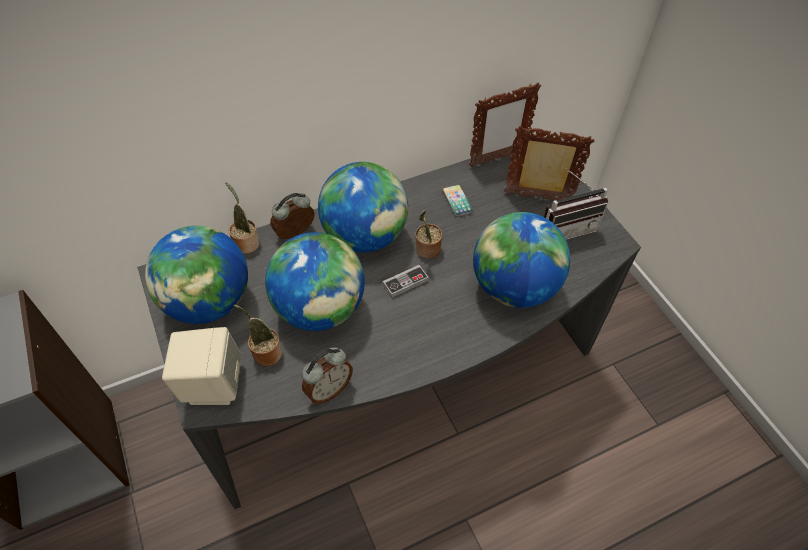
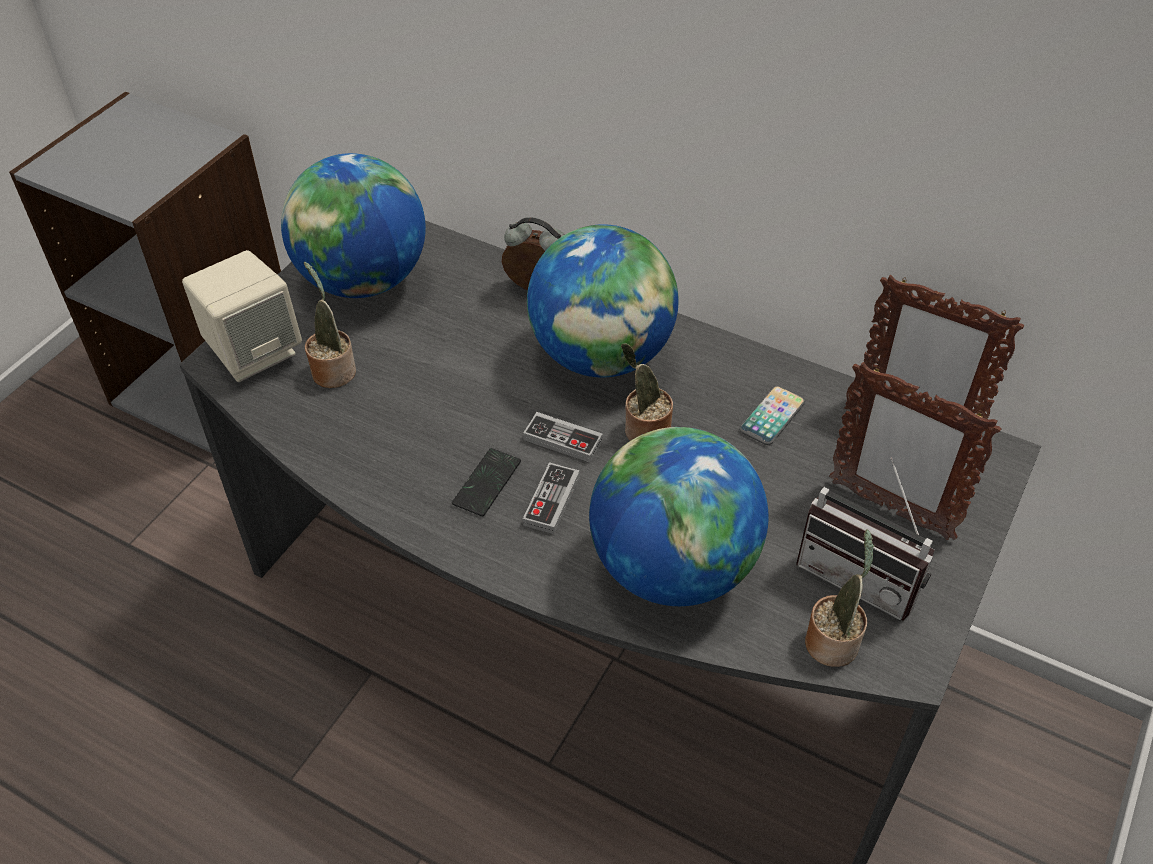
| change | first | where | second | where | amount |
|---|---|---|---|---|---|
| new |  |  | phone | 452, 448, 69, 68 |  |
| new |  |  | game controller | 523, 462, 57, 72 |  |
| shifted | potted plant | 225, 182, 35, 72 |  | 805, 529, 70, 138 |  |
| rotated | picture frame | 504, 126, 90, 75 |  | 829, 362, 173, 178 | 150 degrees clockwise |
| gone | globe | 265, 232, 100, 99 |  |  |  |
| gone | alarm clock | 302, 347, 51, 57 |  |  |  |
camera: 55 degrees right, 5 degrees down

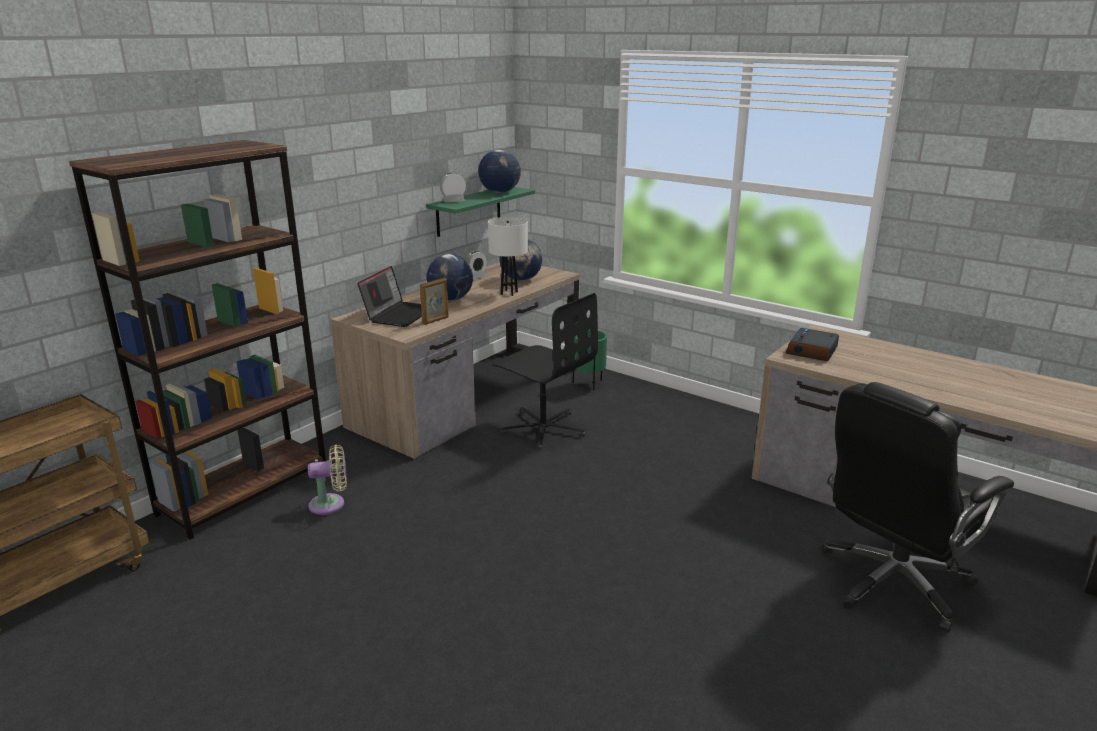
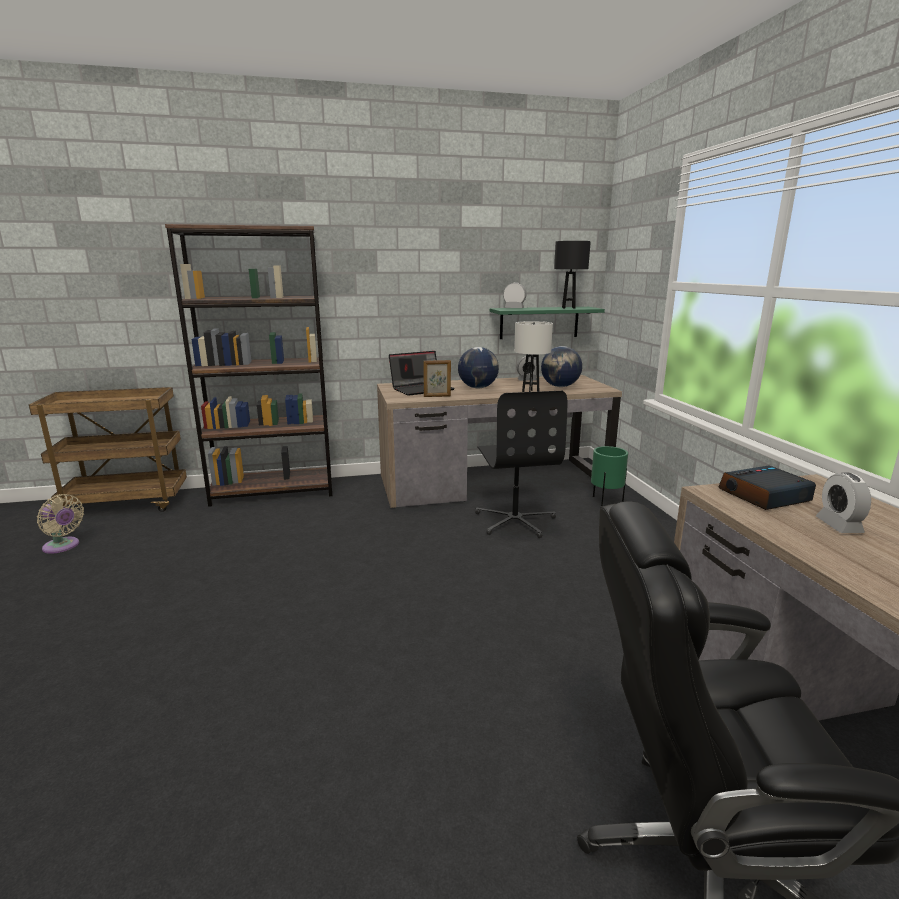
| change | first | where | second | where | amount |
|---|---|---|---|---|---|
| shifted | beige fan | 308, 445, 39, 70 |  | 37, 494, 47, 60 |  |
| swapped | globe | 478, 149, 43, 44 | black table lamp | 554, 241, 37, 68 |  |
| new |  |  | alarm clock | 816, 472, 55, 61 |  |
camera: 40 degrees right, 5 degrees down

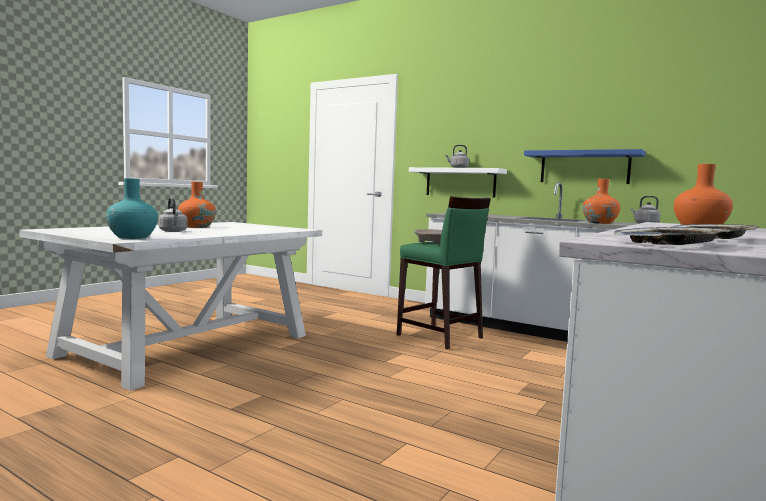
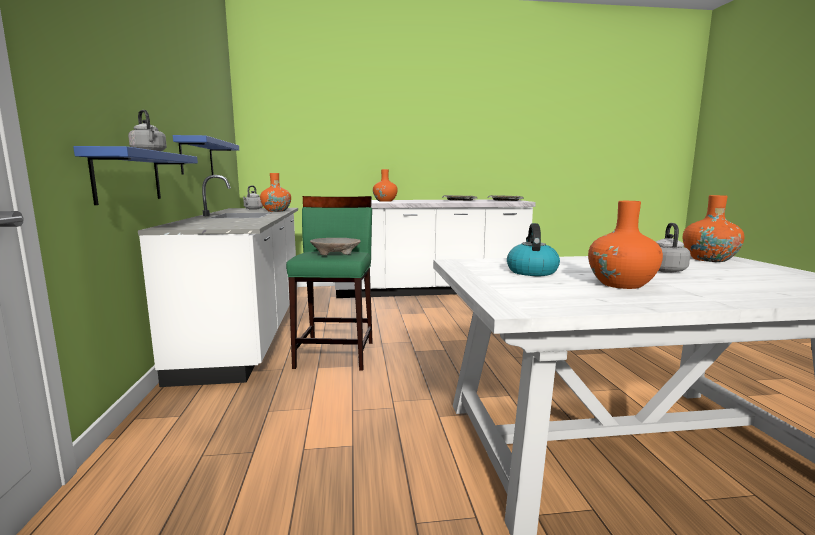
| change | first | where | second | where | amount |
|---|---|---|---|---|---|
| repainted | white shelf | 409, 167, 98, 31 | blue shelf | 73, 146, 125, 59 |  |
| new |  |  | kettle | 507, 223, 53, 53 |  |
| repainted | turquoise vase | 106, 178, 52, 61 | orange vase | 683, 195, 61, 67 |  |
camera: 130 degrees left, 5 degrees up

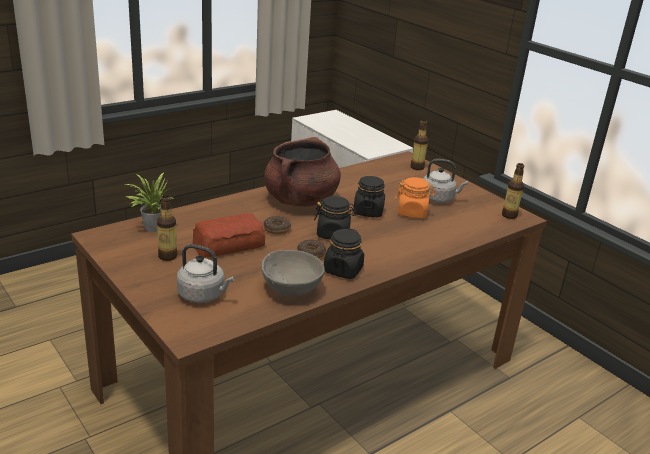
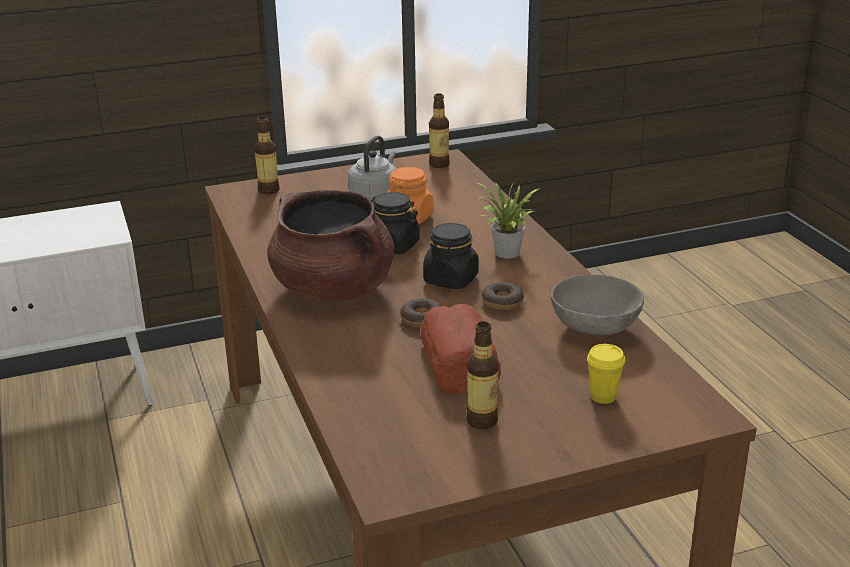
| change | first | where | second | where | amount |
|---|---|---|---|---|---|
| shifted | potted plant | 125, 172, 47, 60 |  | 478, 182, 63, 77 |  |
| swapped | grey kettle | 177, 244, 57, 59 | yellow cup | 587, 344, 38, 60 |  |
| gone | black jar | 324, 228, 40, 51 |  |  |  |
camera: 70 degrees left, 0 degrees up

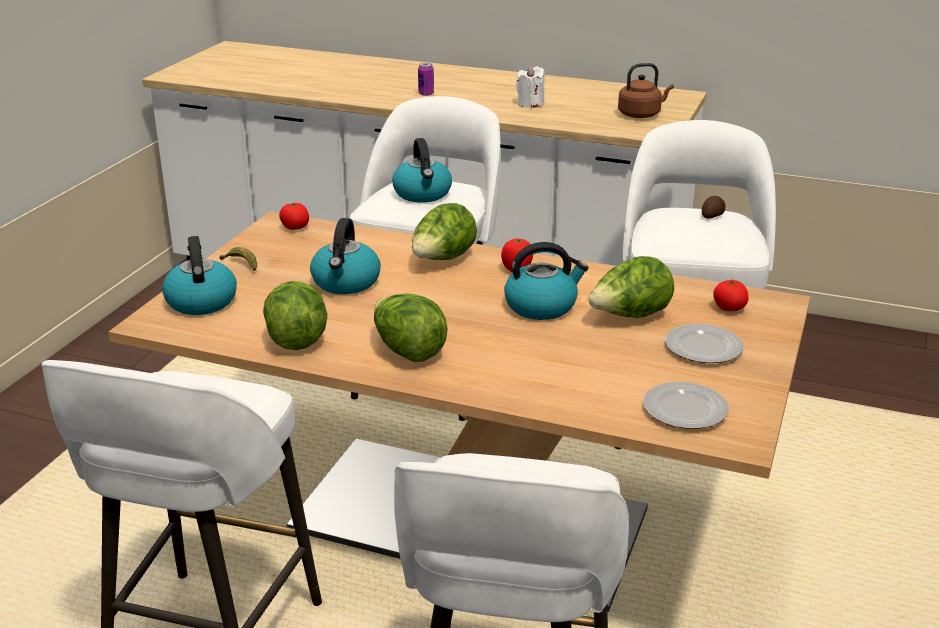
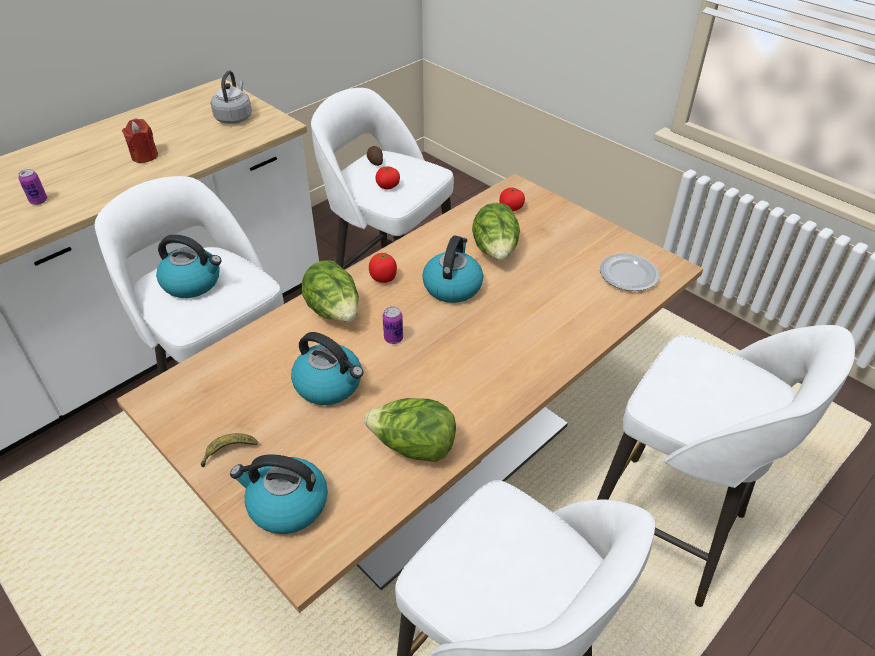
| change | first | where | second | where | amount |
|---|---|---|---|---|---|
| repainted | white candle | 516, 66, 29, 42 | red candle | 122, 119, 36, 44 |  |
| repainted | brown kettle | 618, 63, 56, 55 | grey kettle | 211, 70, 41, 54 |  |
| shifted | tomato | 279, 202, 30, 28 |  | 376, 166, 24, 23 |  |
| new |  |  | can | 383, 306, 20, 38 |  |
| gone | lettuce | 374, 293, 73, 69 |  |  |  |
| gone | plate | 665, 324, 79, 39 |  |  |  |
camera: 65 degrees left, 15 degrees up

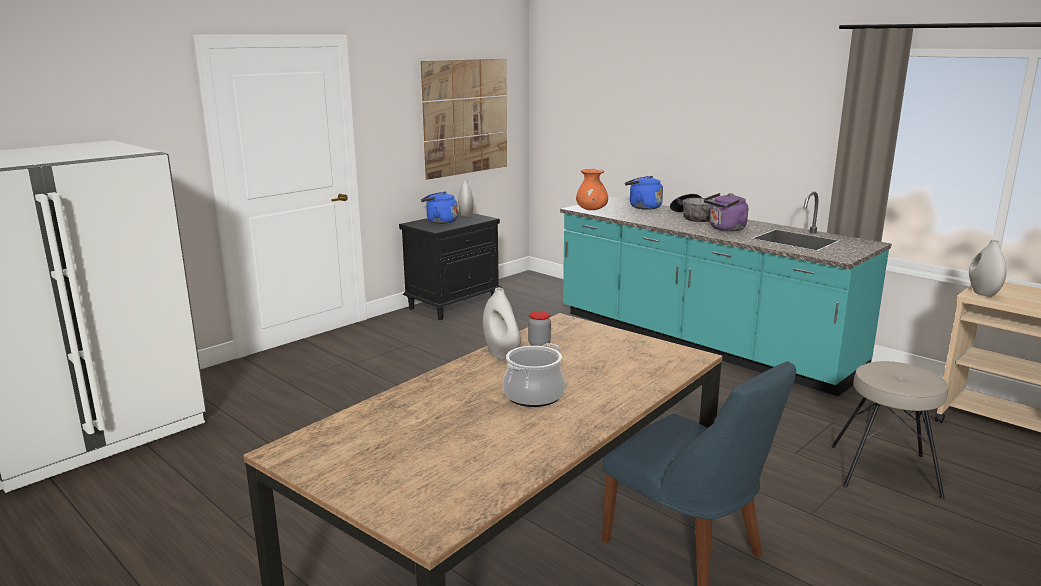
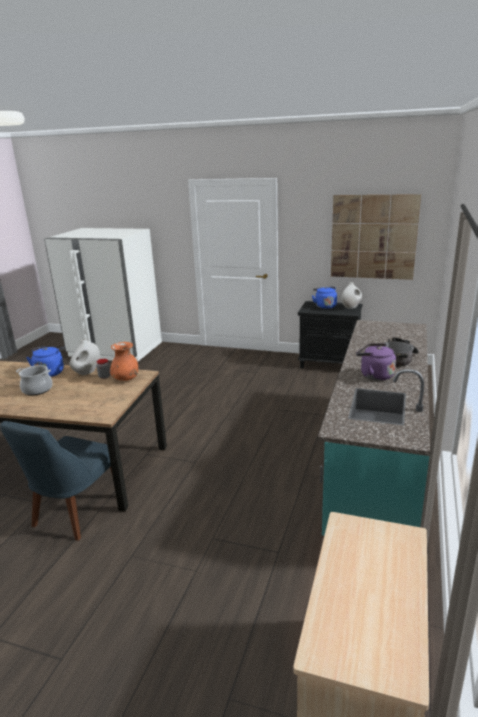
| change | first | where | second | where | amount |
|---|---|---|---|---|---|
| shifted | blue kettle | 625, 176, 38, 34 |  | 26, 346, 39, 31 |  |
| shifted | orange vase | 576, 169, 32, 41 |  | 110, 342, 28, 39 |  |
| gone | beige stool | 831, 361, 117, 138 |  |  |  |
| gone | white vase | 969, 240, 37, 57 |  |  |  |
camera: 65 degrees right, 5 degrees up

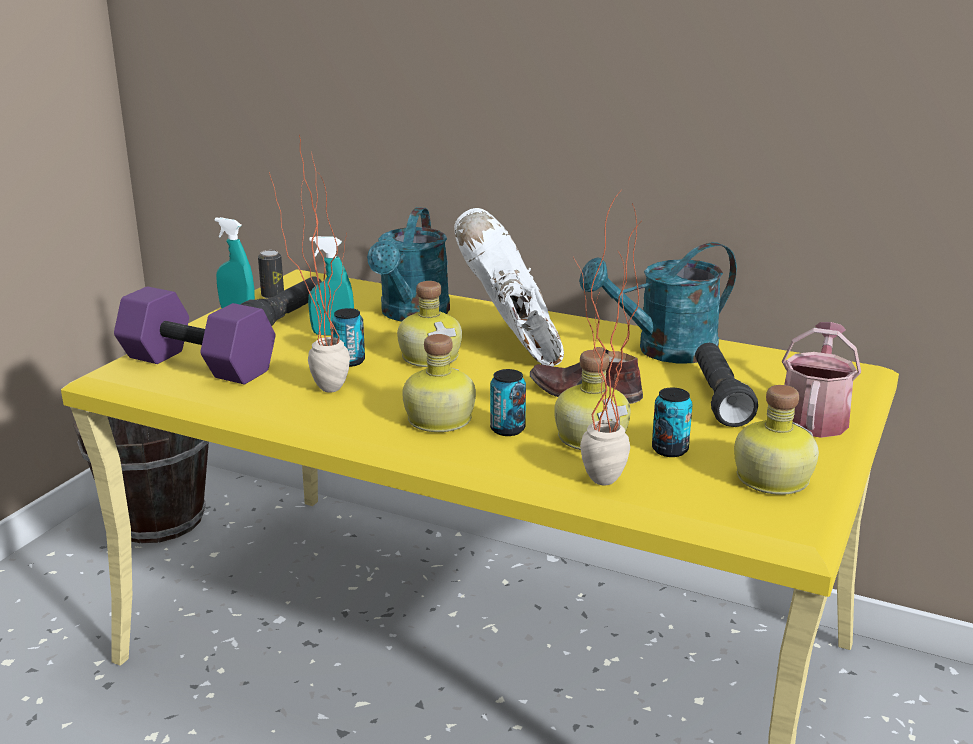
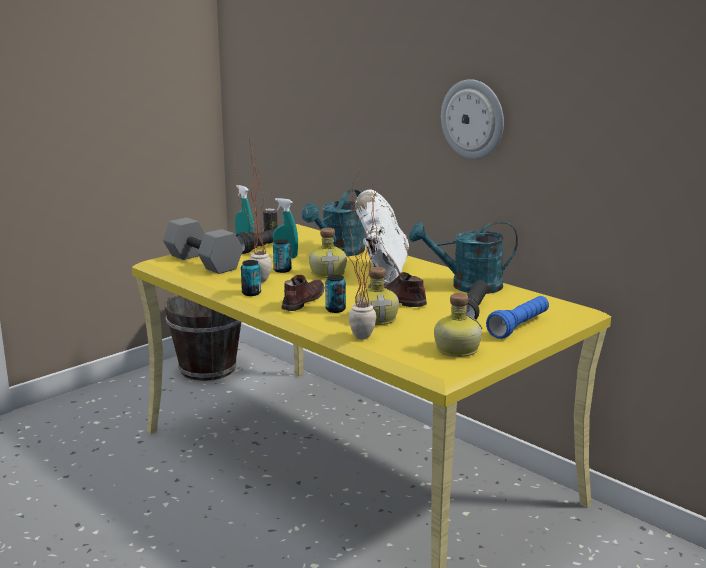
| change | first | where | second | where | amount |
|---|---|---|---|---|---|
| repainted | purple dumbbell | 114, 286, 162, 98 | grey dumbbell | 163, 218, 80, 56 |  |
| shifted | can | 652, 388, 41, 69 |  | 241, 260, 20, 36 |  |
| swapped | bottle | 402, 334, 74, 98 | brown shoe | 281, 275, 44, 36 |  |
| new |  |  | wall clock | 441, 79, 63, 80 |  |
| swapped | watering can | 782, 322, 79, 116 | blue flashlight | 486, 296, 63, 43 |  |
camera: 20 degrees right, 5 degrees down

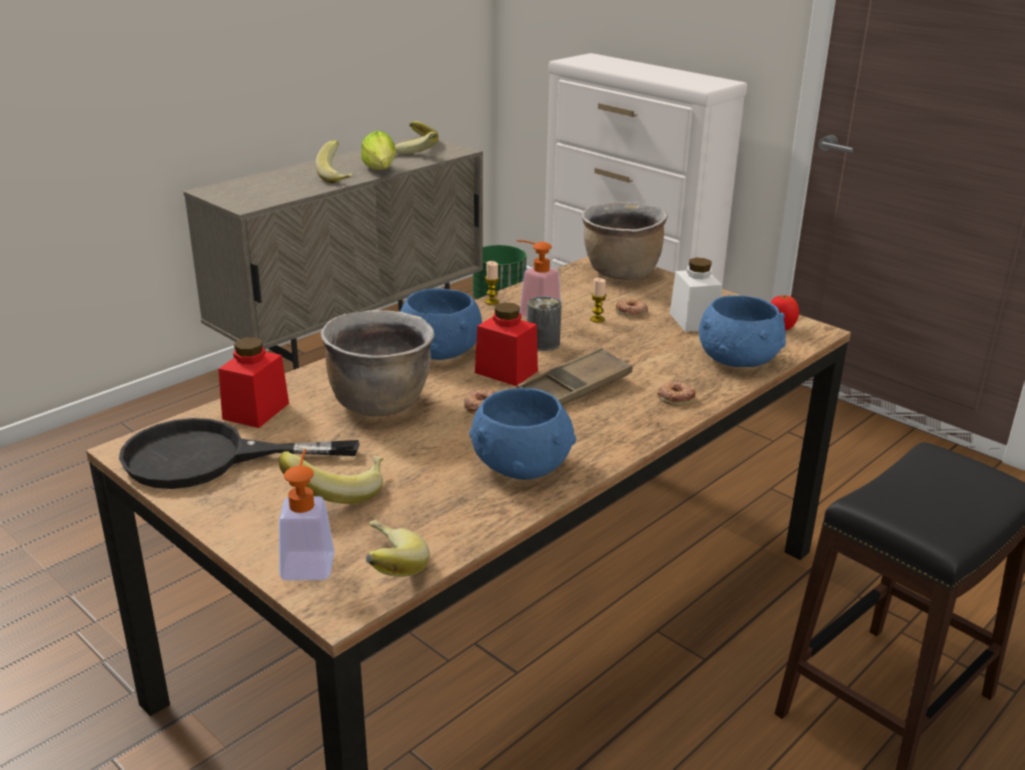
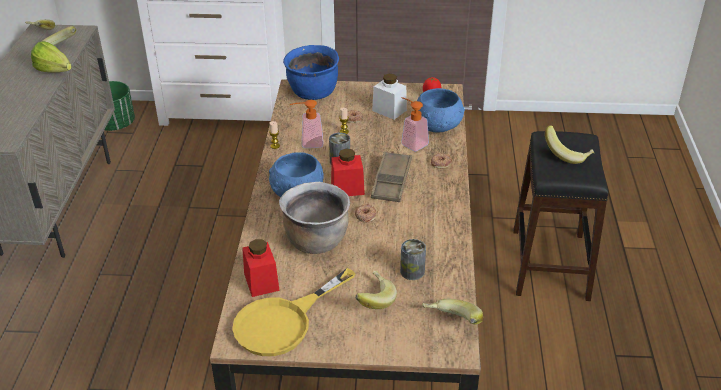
| change | first | where | second | where | amount |
|---|---|---|---|---|---|
| repainted | black frying pan | 119, 418, 241, 71 | yellow frying pan | 232, 268, 123, 88 |  |
| repainted | brown cooking pot | 581, 202, 87, 78 | blue cooking pot | 283, 45, 56, 55 |  |
| new |  |  | can | 400, 239, 26, 41 |  |
| shifted | soap dispenser | 279, 449, 55, 132 |  | 401, 97, 28, 55 |  |
| shifted | banana | 316, 140, 36, 43 |  | 545, 125, 50, 39 |  |
| gone | blue bowl | 470, 388, 106, 92 |  |  |  |
camera: 40 degrees left, 10 degrees up

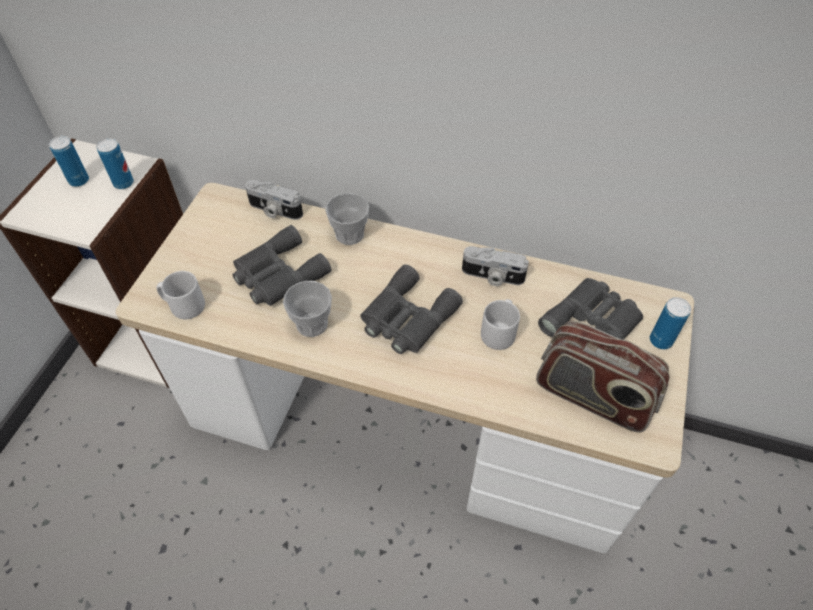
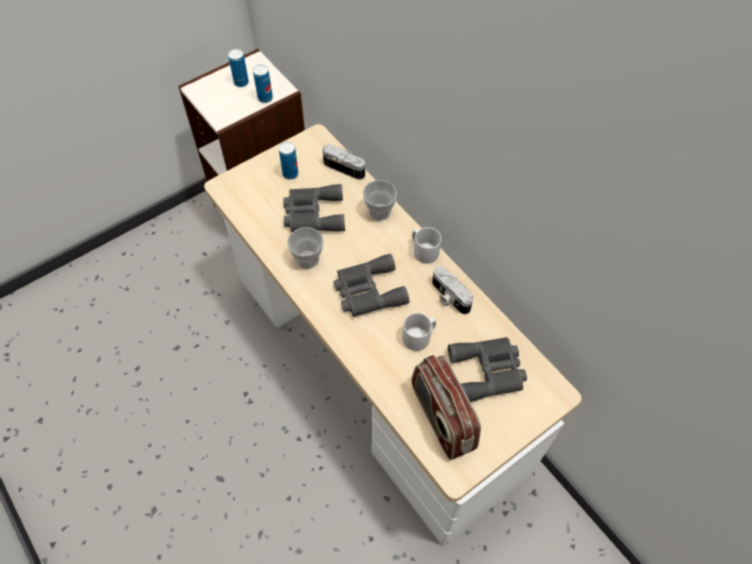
| change | first | where | second | where | amount |
|---|---|---|---|---|---|
| shifted | can | 650, 297, 41, 52 |  | 279, 142, 19, 38 |  |
| rotated | photo camera | 245, 180, 58, 40 |  | 323, 143, 42, 37 | 150 degrees clockwise |
| shifted | grey mug | 156, 271, 49, 48 |  | 412, 227, 29, 37 |  |
camera: 35 degrees right, 5 degrees up

